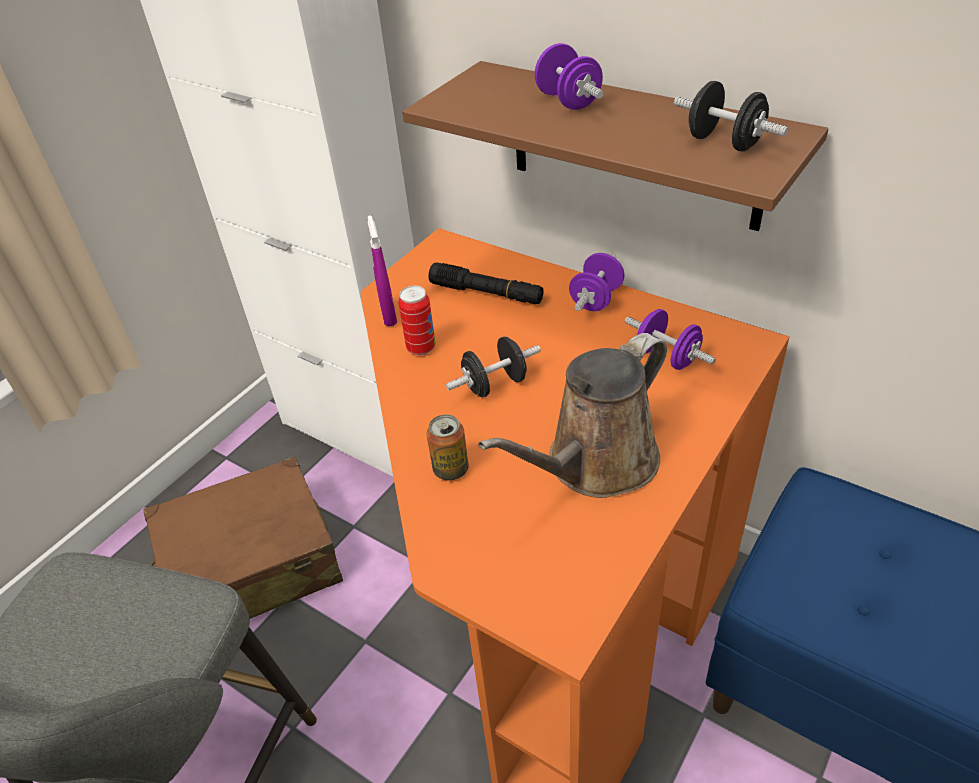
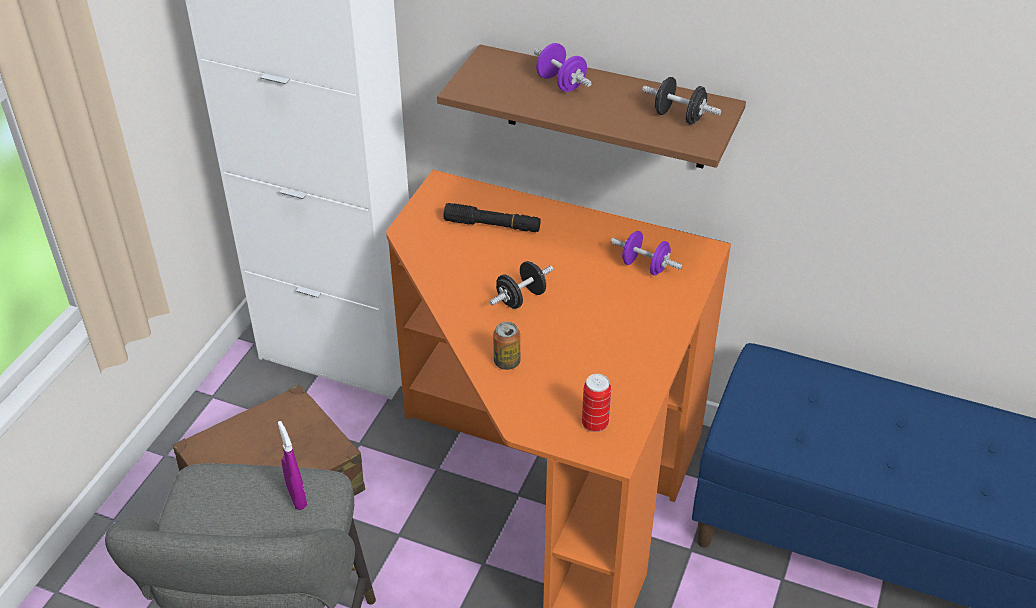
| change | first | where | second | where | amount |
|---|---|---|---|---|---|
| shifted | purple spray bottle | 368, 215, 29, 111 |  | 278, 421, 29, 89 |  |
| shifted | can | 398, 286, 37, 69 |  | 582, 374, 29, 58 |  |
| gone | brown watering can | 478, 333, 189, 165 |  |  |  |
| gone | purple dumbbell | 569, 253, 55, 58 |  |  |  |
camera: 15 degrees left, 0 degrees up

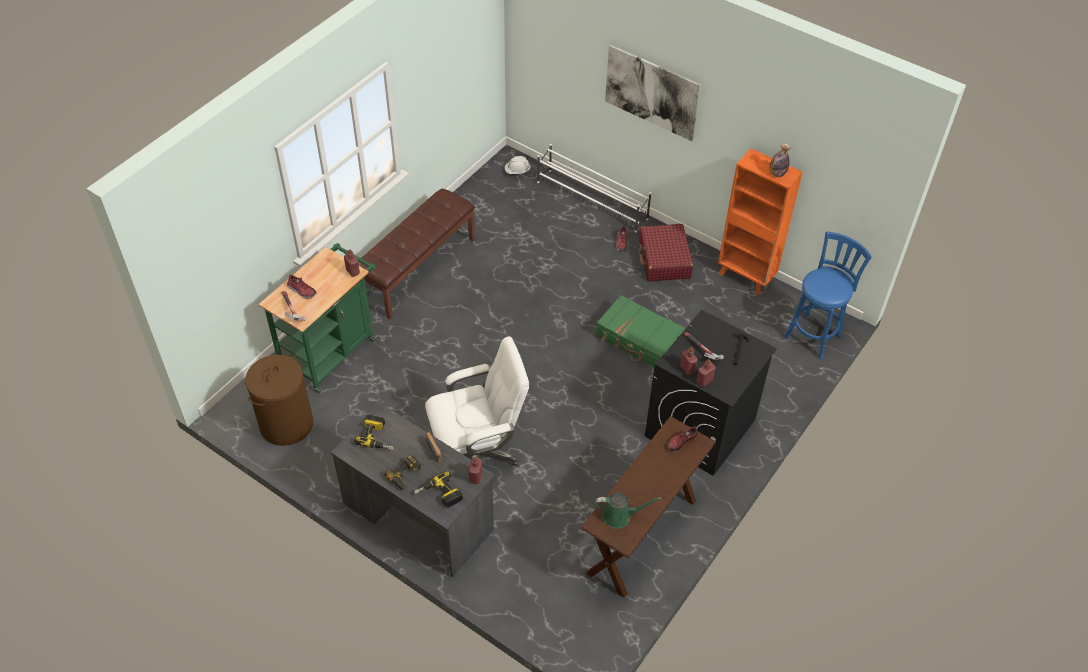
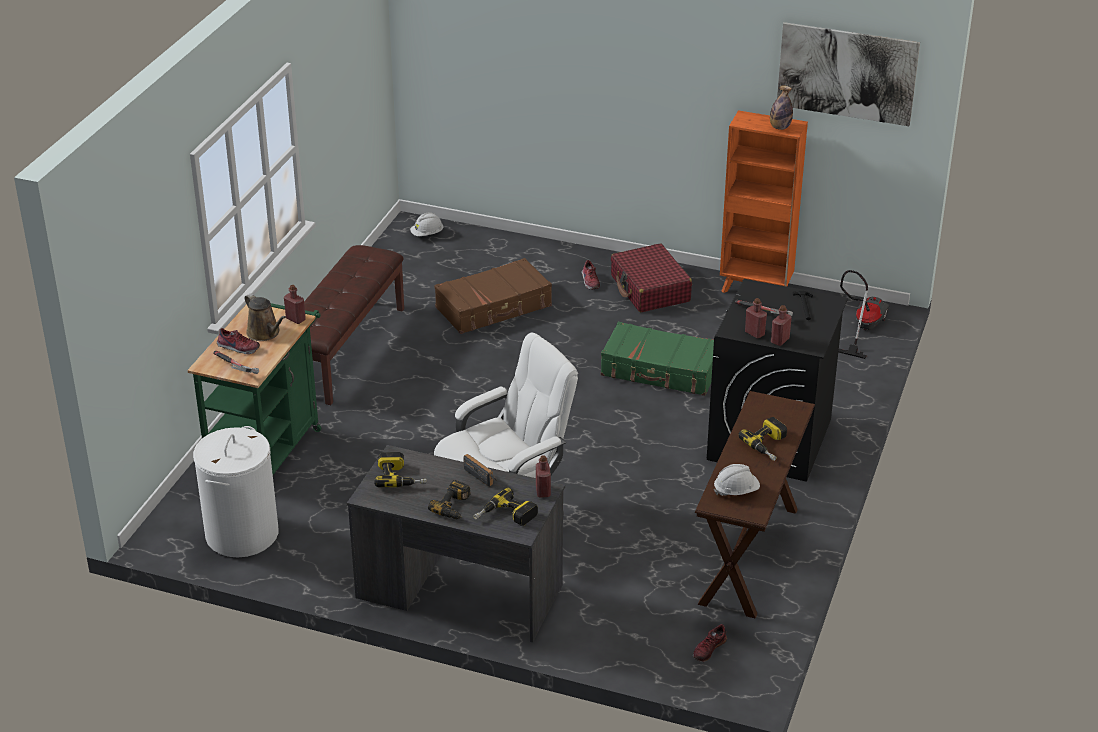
| change | first | where | second | where | amount |
|---|---|---|---|---|---|
| repainted | brown laundry basket | 245, 354, 68, 92 | white laundry basket | 193, 426, 86, 131 |  |
| new |  |  | brown watering can | 245, 293, 41, 48 |  |
| new |  |  | brown suitcase | 434, 258, 118, 76 |  |
| shifted | shoe | 667, 426, 31, 26 |  | 693, 624, 34, 38 |  |
| swapped | green watering can | 595, 493, 66, 36 | white hard hat | 714, 464, 46, 32 |  |
| new |  |  | power drill | 738, 417, 49, 44 |  |
| shifted | picture | 605, 45, 96, 96 |  | 777, 22, 143, 104 |  |
| swapped | blue stool | 784, 232, 87, 128 | vacuum cleaner | 838, 270, 52, 89 |  |
| gone | white shoe rack | 537, 144, 114, 88 |  |  |  |
camera: 15 degrees left, 15 degrees down

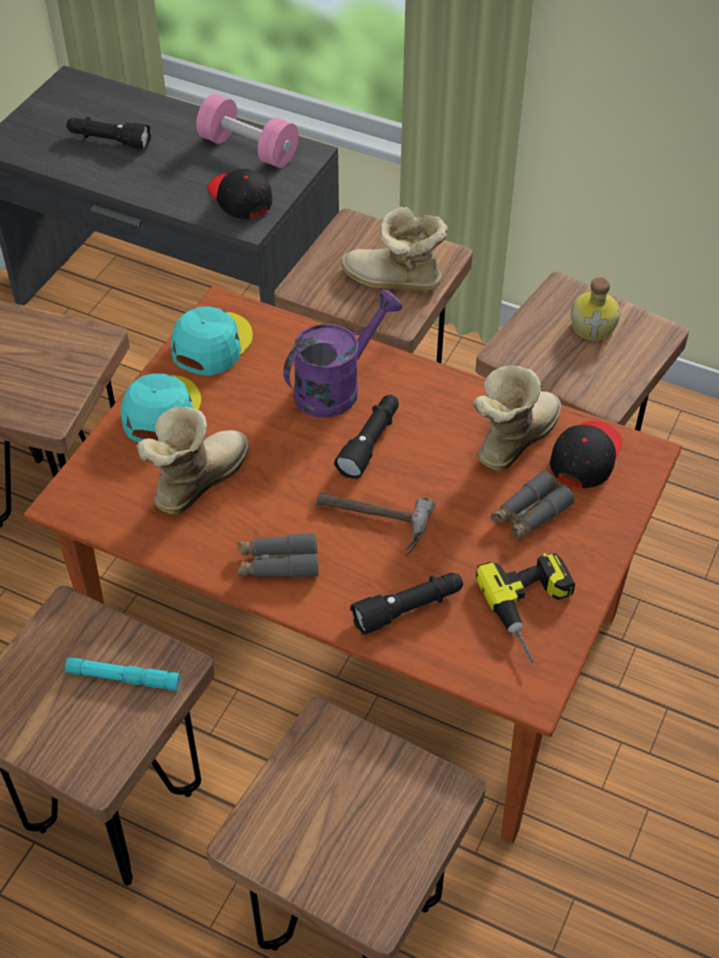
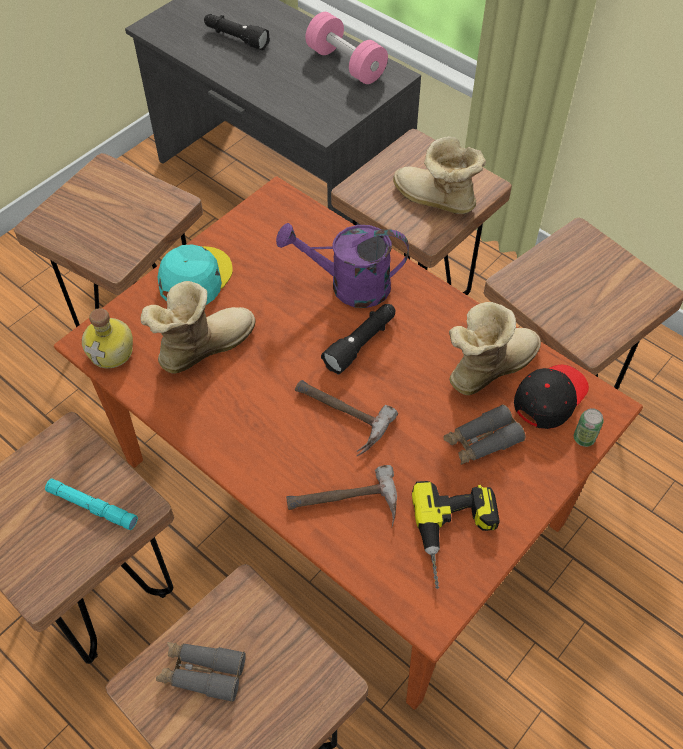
| change | first | where | second | where | amount |
|---|---|---|---|---|---|
| shifted | bottle | 571, 277, 49, 63 |  | 82, 308, 51, 60 |  |
| shifted | grey binoculars | 237, 532, 82, 46 |  | 156, 642, 90, 60 |  |
| rotated | purple watering can | 283, 290, 119, 128 |  | 276, 223, 133, 85 | 150 degrees counterclockwise |
| swapped | black flashlight | 350, 573, 113, 62 | hammer | 286, 465, 111, 64 |  |
| new |  |  | can | 574, 408, 30, 39 |  |
| gone | turquoise cap | 171, 306, 82, 70 |  |  |  |
| gone | black cap | 207, 169, 65, 50 |  |  |  |
camera: 15 degrees right, 5 degrees up

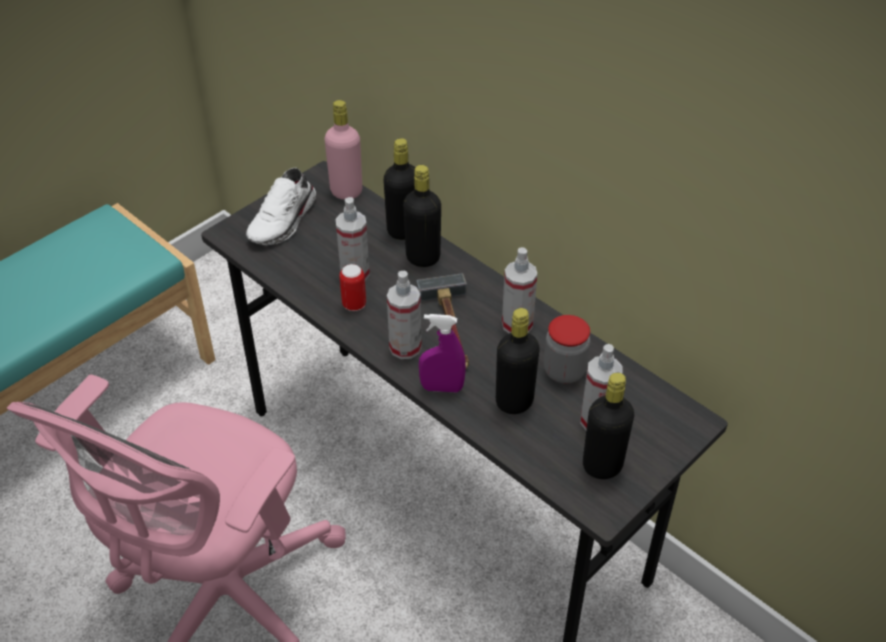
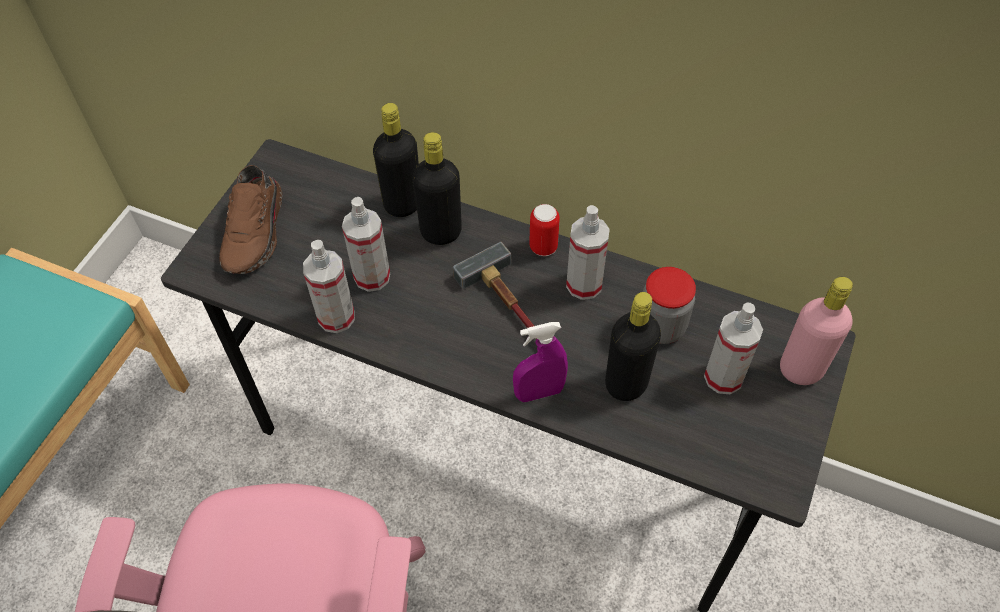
| change | first | where | second | where | amount |
|---|---|---|---|---|---|
| repainted | white shoe | 246, 168, 70, 77 | brown shoe | 219, 165, 63, 109 |  |
| shifted | spray bottle | 387, 271, 35, 88 |  | 303, 240, 52, 93 |  |
| shifted | can | 339, 264, 27, 47 |  | 529, 204, 31, 52 |  |
| shifted | pink bottle | 324, 100, 38, 100 |  | 780, 277, 73, 108 |  |
| gone | black bottle | 583, 373, 51, 106 |  |  |  |
camera: 20 degrees left, 10 degrees up

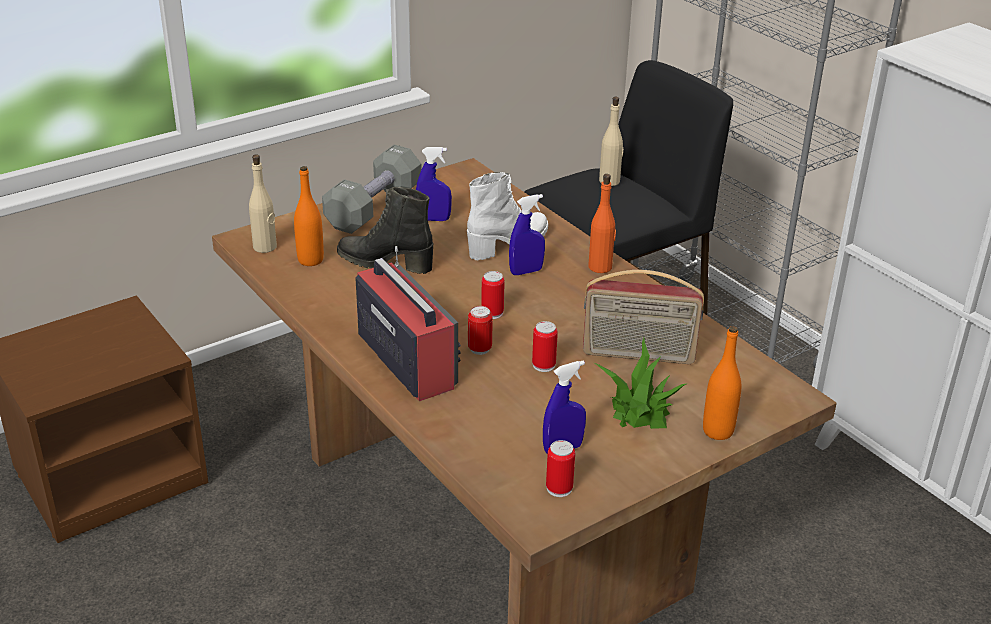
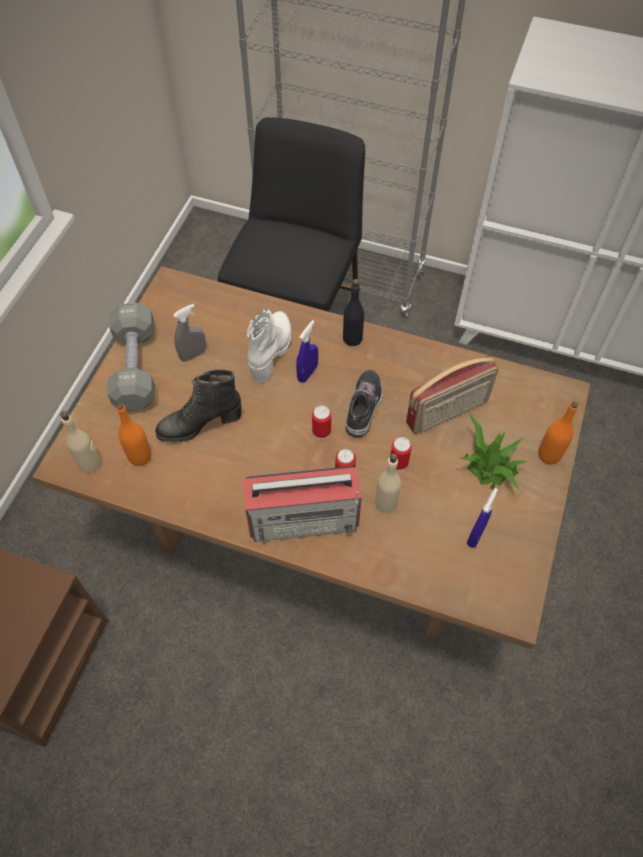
| change | first | where | second | where | amount |
|---|---|---|---|---|---|
| repainted | blue spray bottle | 416, 147, 36, 74 | grey spray bottle | 174, 304, 32, 58 |  |
| rotated | radio | 355, 246, 106, 155 |  | 243, 466, 119, 76 | 150 degrees clockwise |
| repainted | orange bottle | 588, 174, 28, 99 | black bottle | 343, 279, 21, 67 |  |
| new |  |  | shoe | 346, 369, 37, 68 |  |
| shifted | beige bottle | 599, 97, 24, 89 |  | 375, 453, 26, 60 |  |
| gone | can | 546, 440, 29, 57 |  |  |  |
camera: 35 degrees left, 25 degrees up

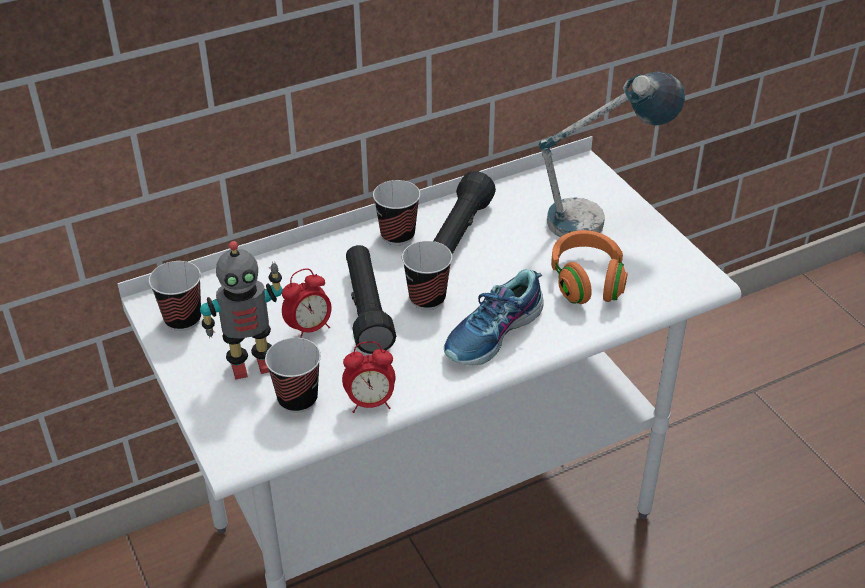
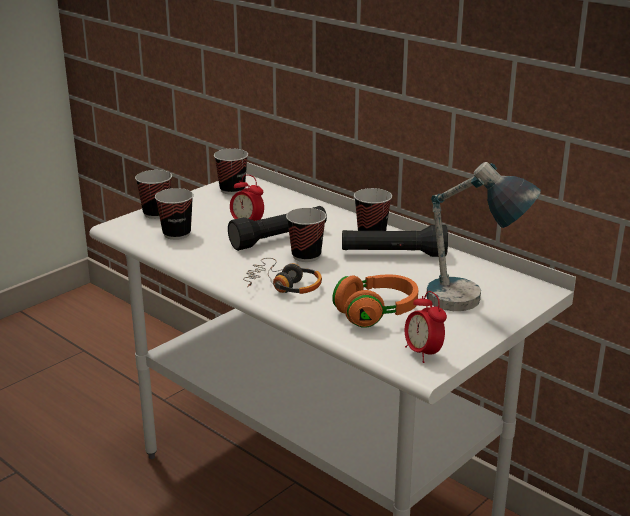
| change | first | where | second | where | amount |
|---|---|---|---|---|---|
| new |  |  | cup | 135, 170, 37, 49 |  |
| swapped | shoe | 444, 269, 99, 97 | headphones | 243, 258, 79, 36 |  |
| shifted | alarm clock | 342, 341, 53, 72 |  | 405, 291, 42, 72 |  |
| gone | toy robot | 200, 241, 83, 139 |  |  |  |
camera: 70 degrees right, 15 degrees down

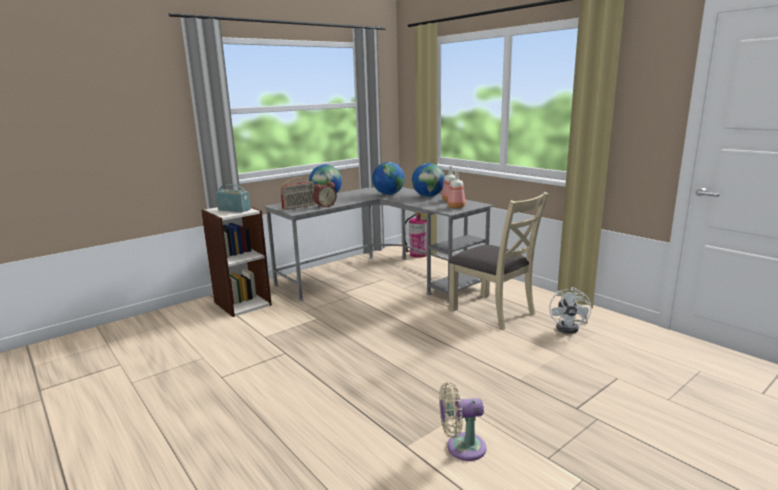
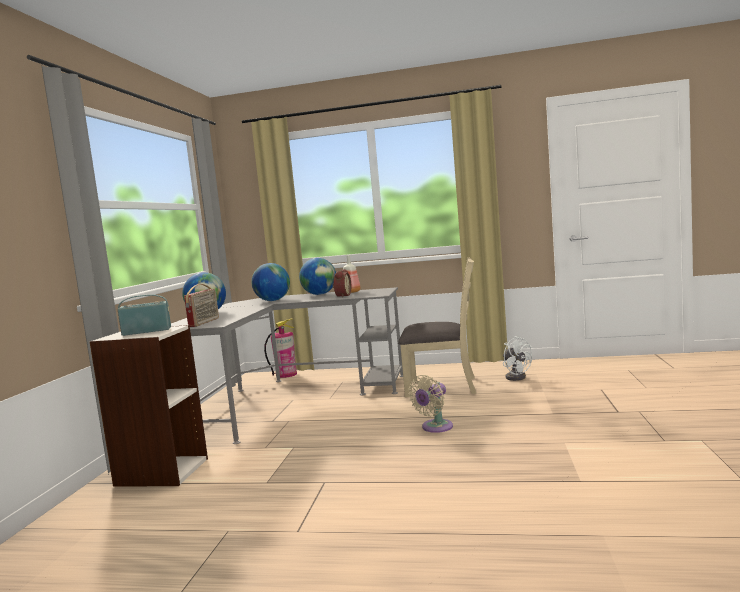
| change | first | where | second | where | amount |
|---|---|---|---|---|---|
| shifted | alarm clock | 313, 182, 24, 26 |  | 332, 269, 19, 28 |  |
| shifted | beige fan | 439, 382, 47, 79 |  | 408, 375, 45, 58 |  |
| gone | bottle | 447, 171, 18, 37 |  |  |  |
camera: 40 degrees left, 10 degrees down

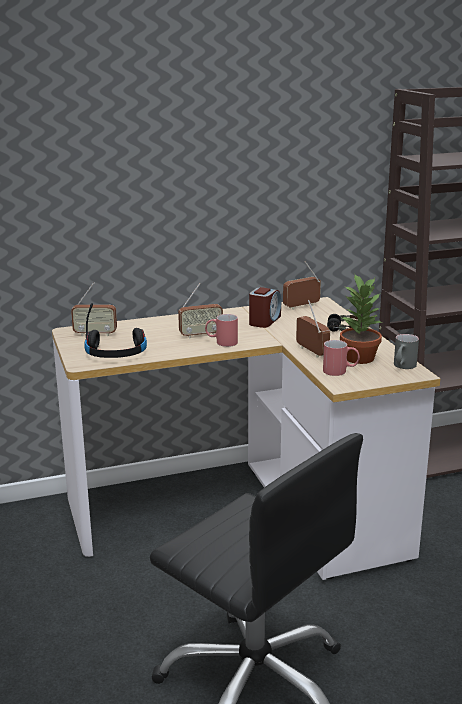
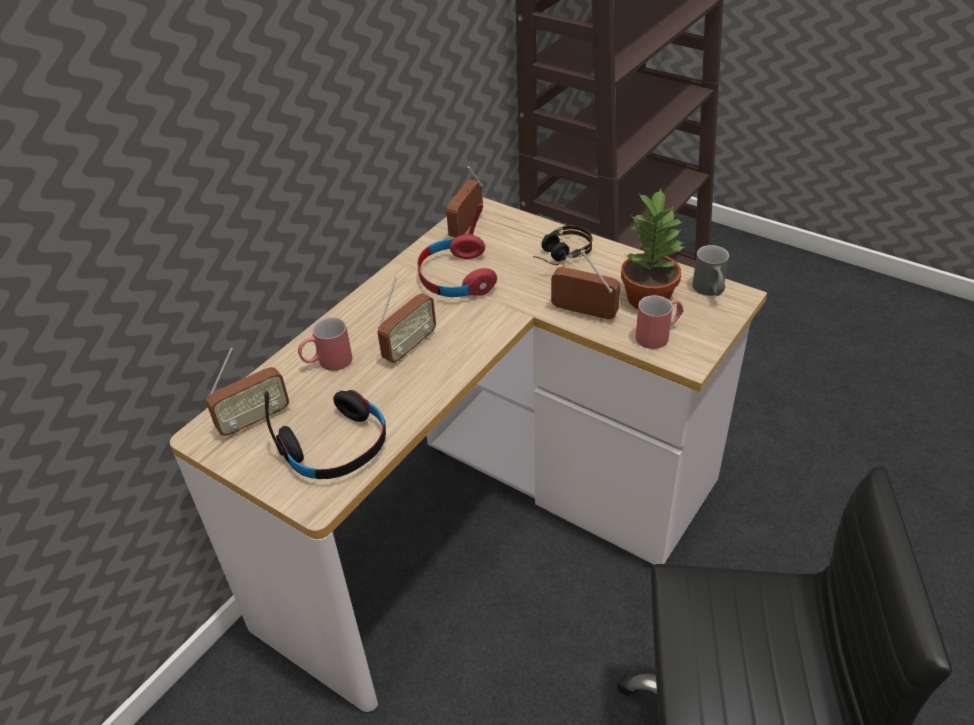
| change | first | where | second | where | amount |
|---|---|---|---|---|---|
| shifted | red mug | 205, 314, 33, 33 |  | 298, 317, 54, 54 |  |
| swapped | alarm clock | 249, 287, 33, 41 | red headphones | 418, 204, 79, 93 |  |
camera: 35 degrees left, 20 degrees up

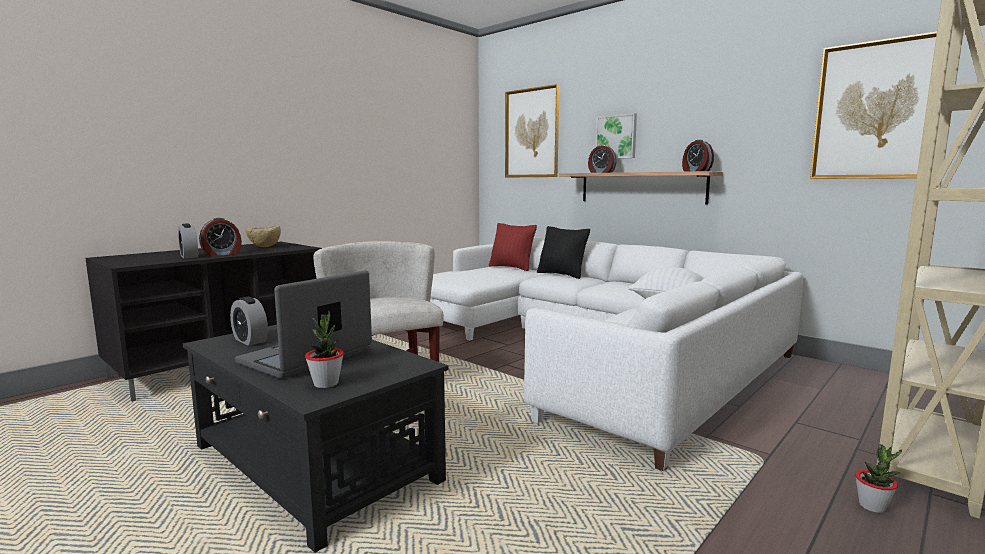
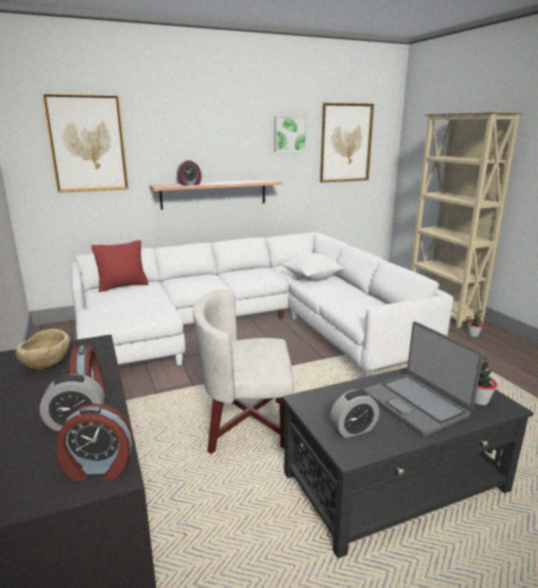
| change | first | where | second | where | amount |
|---|---|---|---|---|---|
| shifted | alarm clock | 682, 140, 32, 32 |  | 56, 404, 78, 77 |  |
| shifted | picture | 595, 113, 42, 46 |  | 274, 116, 33, 36 |  |
| gone | black pillow | 537, 226, 53, 53 |  |  |  |
camera: 65 degrees left, 10 degrees up

